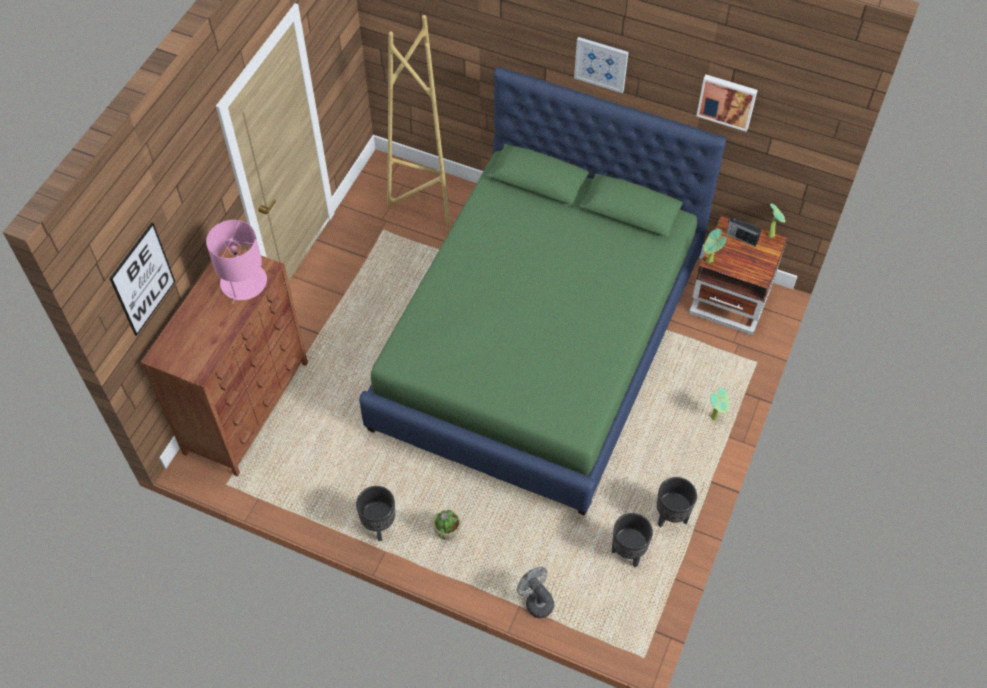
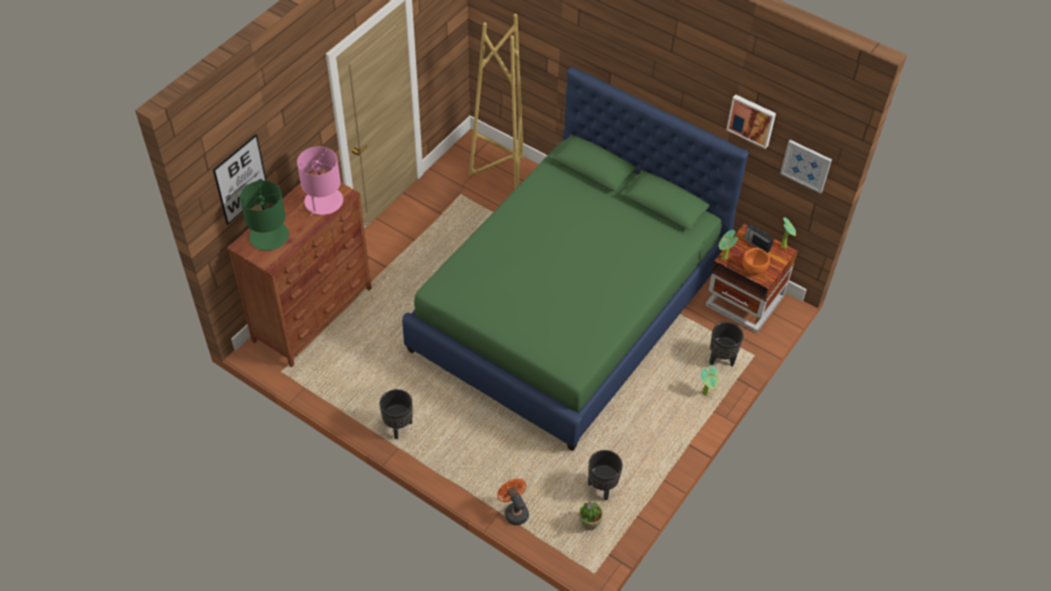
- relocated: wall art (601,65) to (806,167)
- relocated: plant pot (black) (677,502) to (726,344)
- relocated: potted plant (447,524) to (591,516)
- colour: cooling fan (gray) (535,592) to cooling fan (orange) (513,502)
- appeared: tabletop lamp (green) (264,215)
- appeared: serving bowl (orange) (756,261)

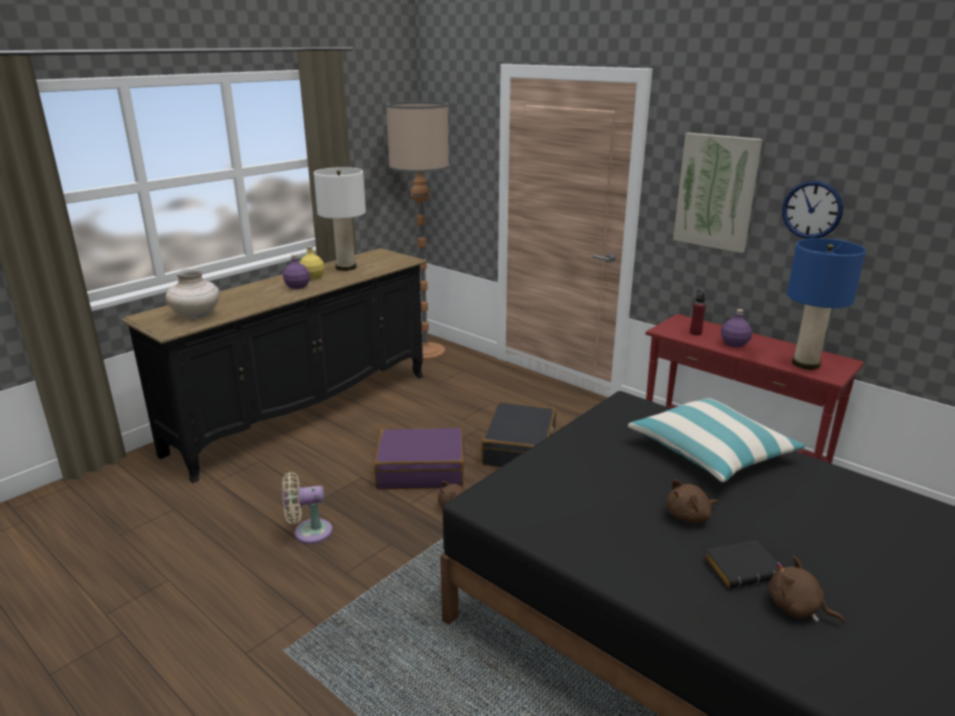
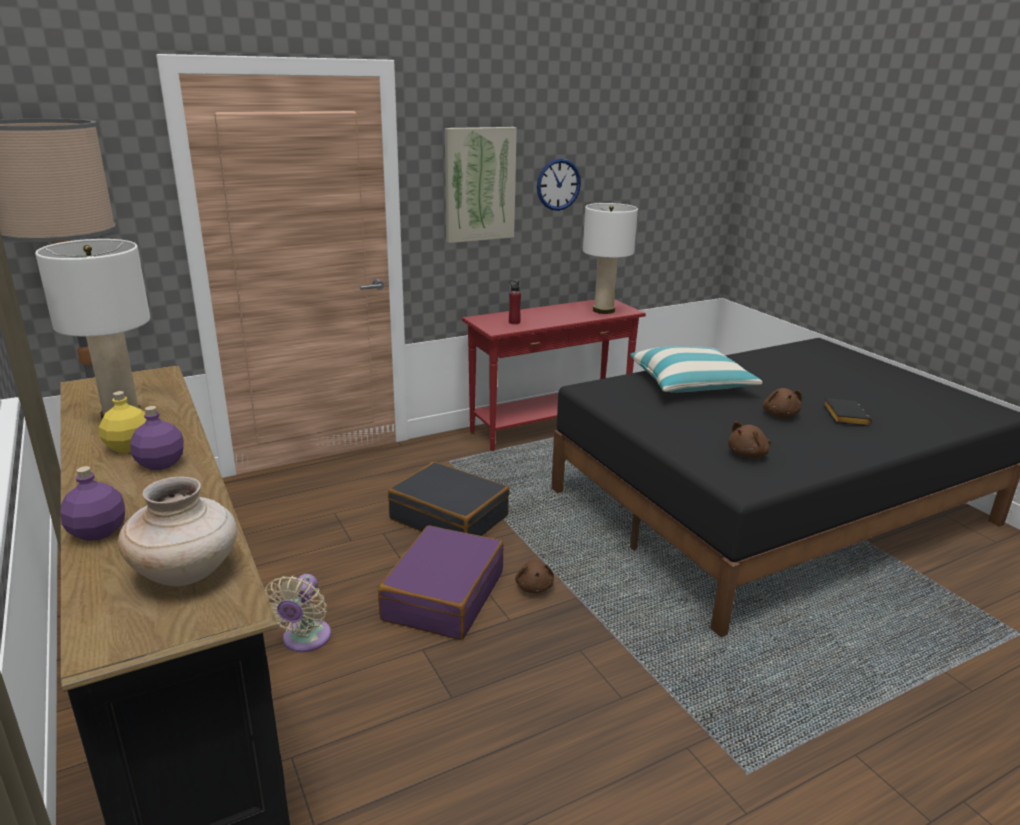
- colour: tabletop lamp (blue-coloured) (826,304) to tabletop lamp (whitish) (610,258)
- relocated: drink bottle (purple) (736,328) to (92,503)
- relocated: cooling fan (beige) (307,508) to (298,613)
- relocated: cuddly toy (brown) (807,590) to (749,439)

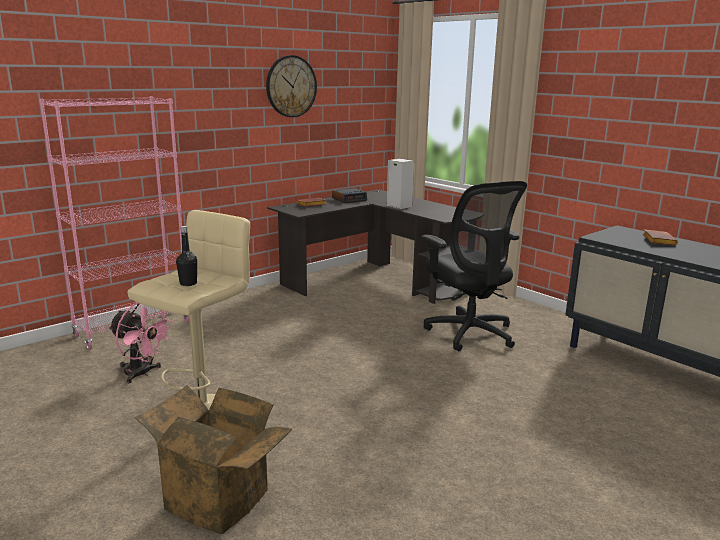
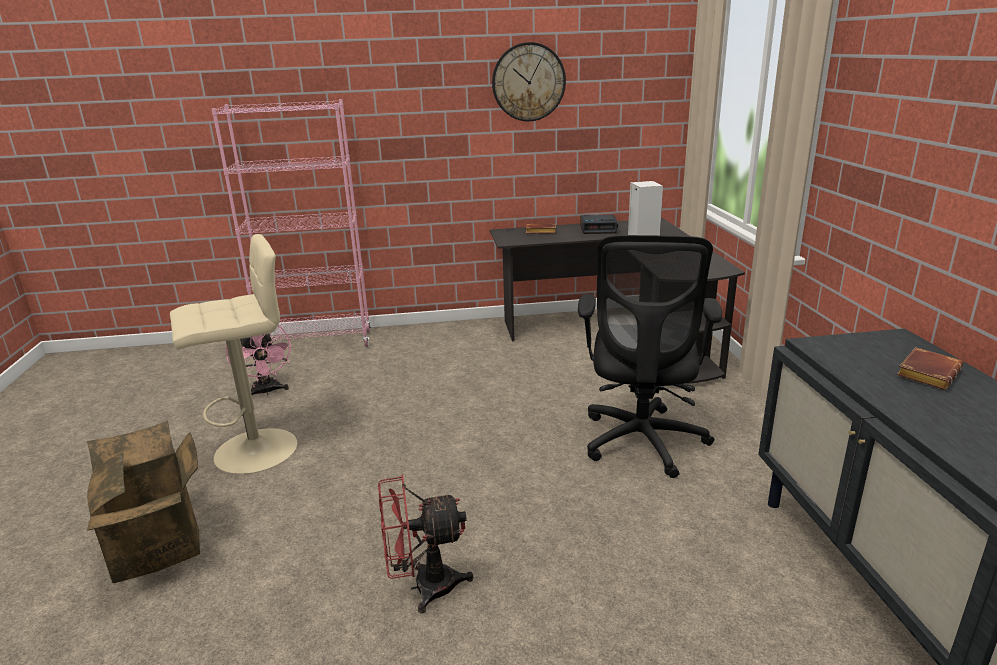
- missing: drink bottle (black) (186,256)
- appeared: cooling fan (reddish) (426,544)

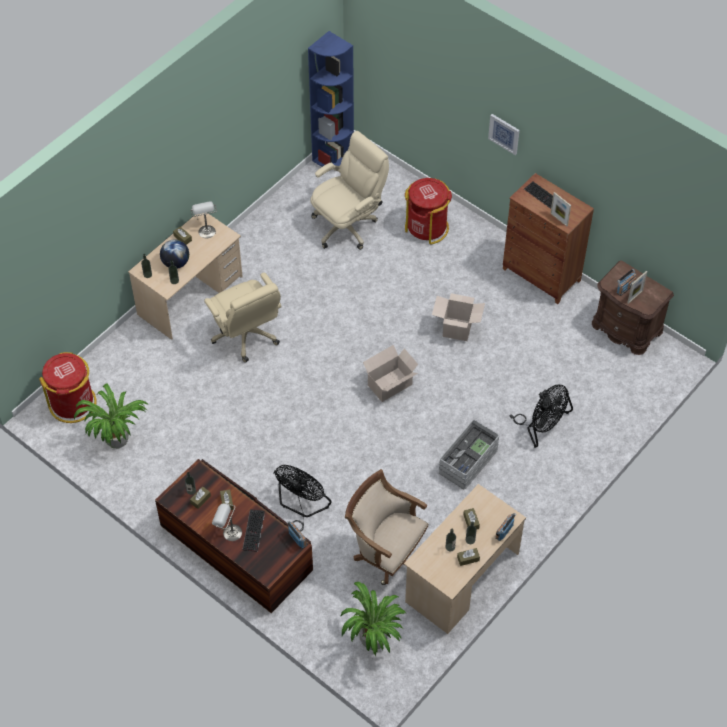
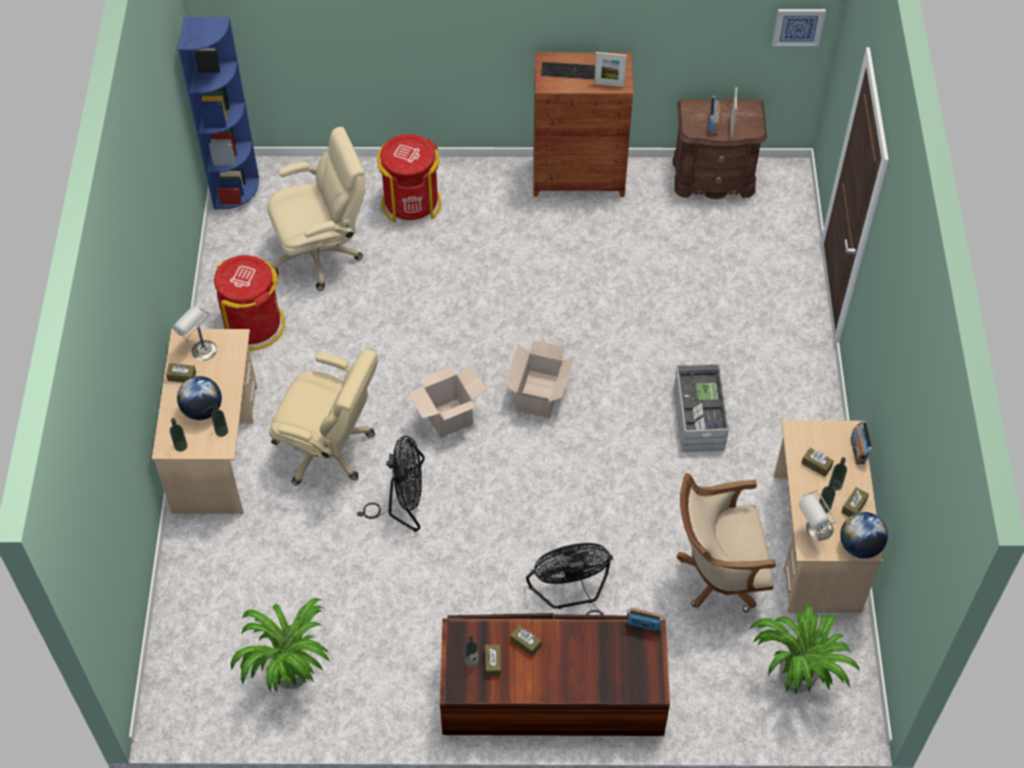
- relocated: wall art (504,134) to (799,28)
- spun: desk chair (beige) (349,190) = (316,209) 60 degrees clockwise
- relocated: cardboard box (458,317) to (447,401)
- relocated: rubbish bin (reddish) (68,387) to (249,302)
- relocated: cooling fan (black) (541,416) to (390,483)
- relocated: tabletop lamp (whitish) (227,522) to (817,515)
- missing: computer keyboard (253,530)
- appeared: world globe (864,535)

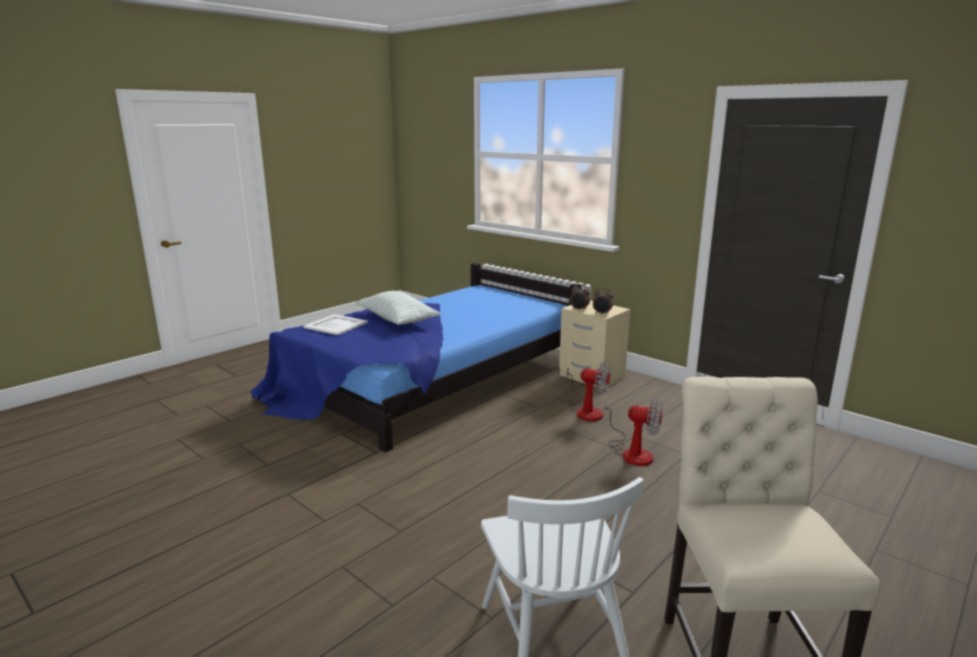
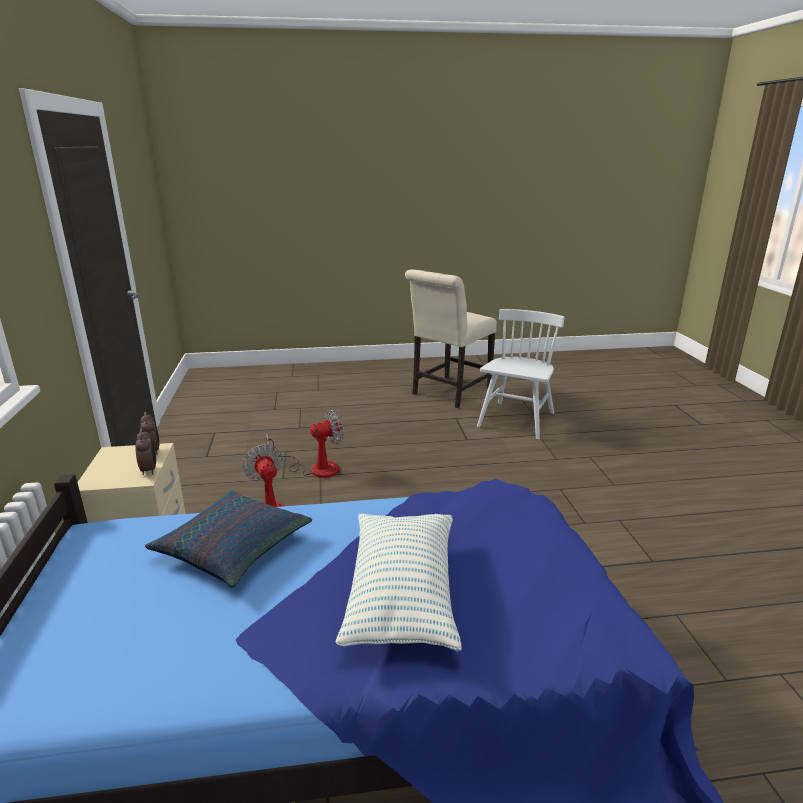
- missing: tray (whitish) (335,324)
- spun: cooling fan (633,432) = (305,444) 90 degrees clockwise
- appeared: cushion (blue-coloured) (228,539)

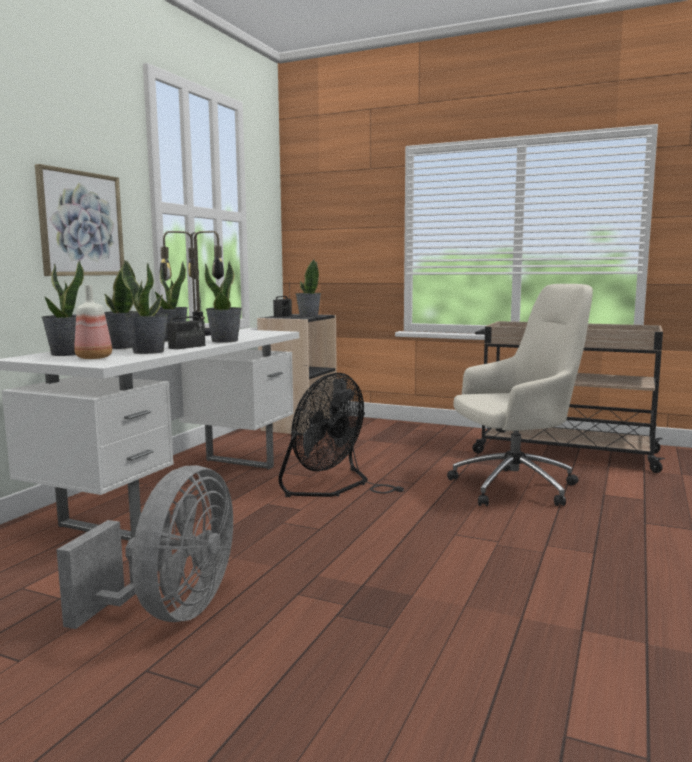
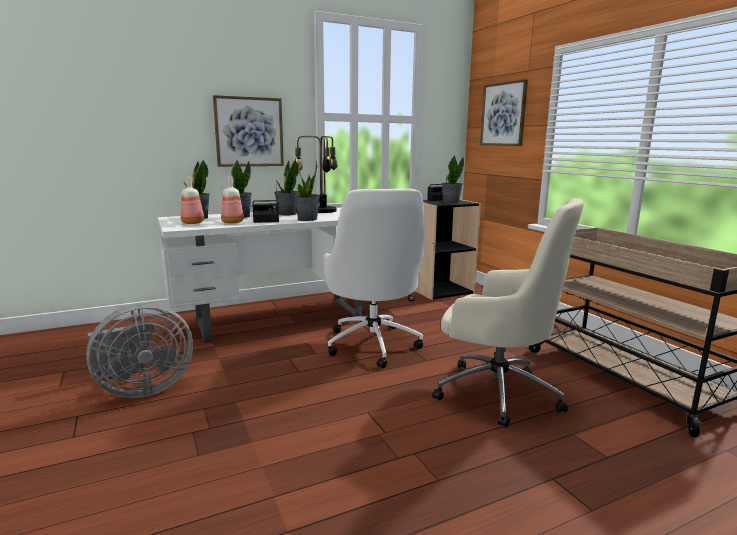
- exchanged: potted plant (144,307) to drink bottle (232,200)
- exchanged: cooling fan (black) (341,435) to desk chair (whitish) (374,278)
- appeared: wall art (504,112)

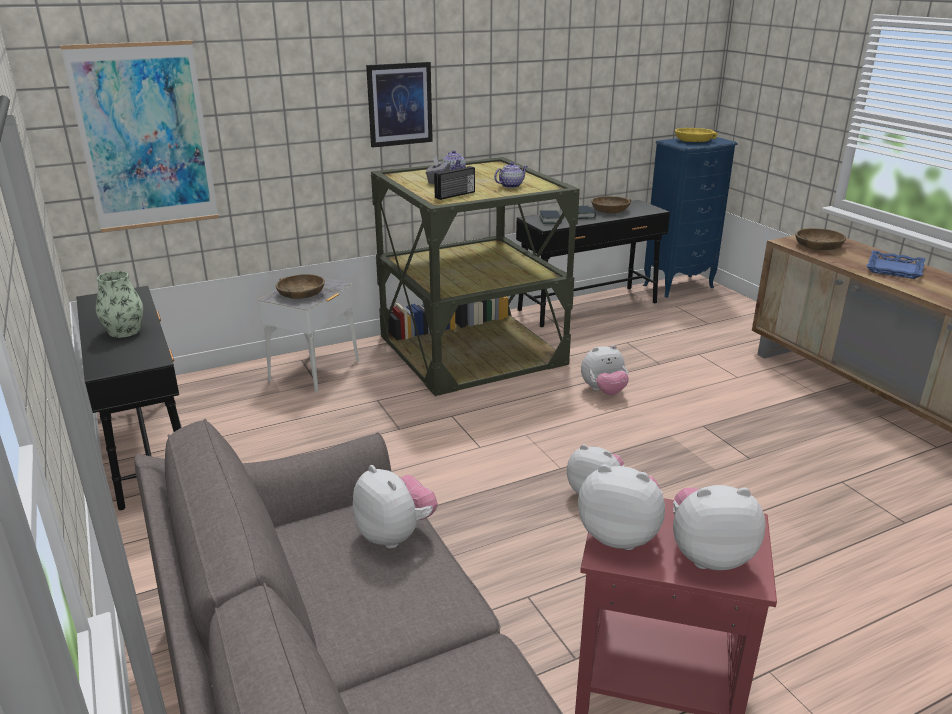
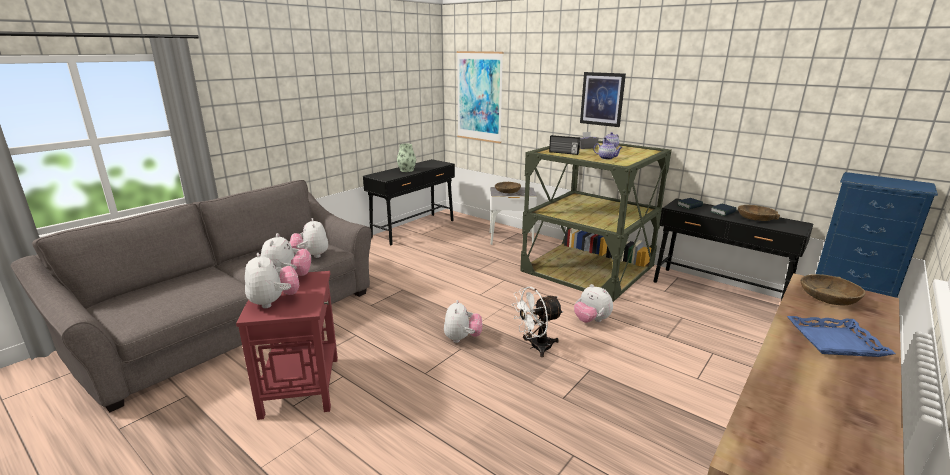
- missing: serving bowl (yellow) (696,135)
- spun: cuddly toy (395,507) = (309,238) 135 degrees clockwise
- appeared: cooling fan (whitish) (537,322)

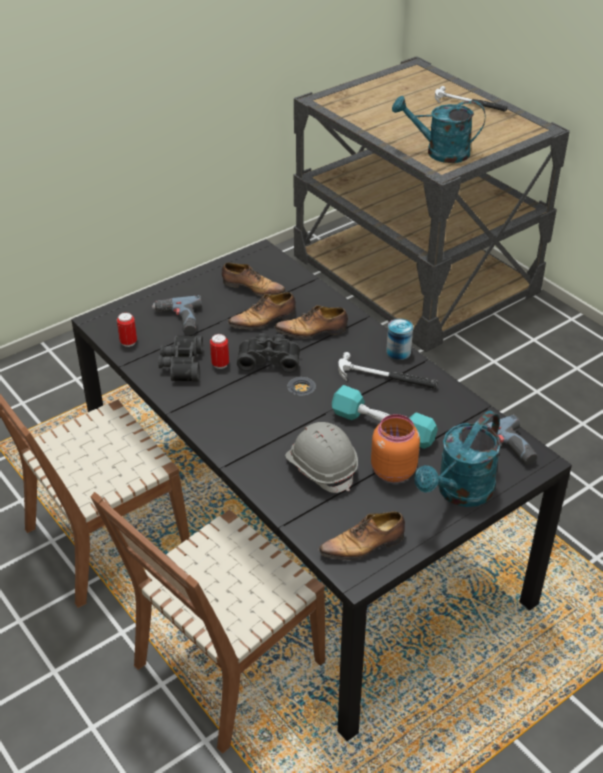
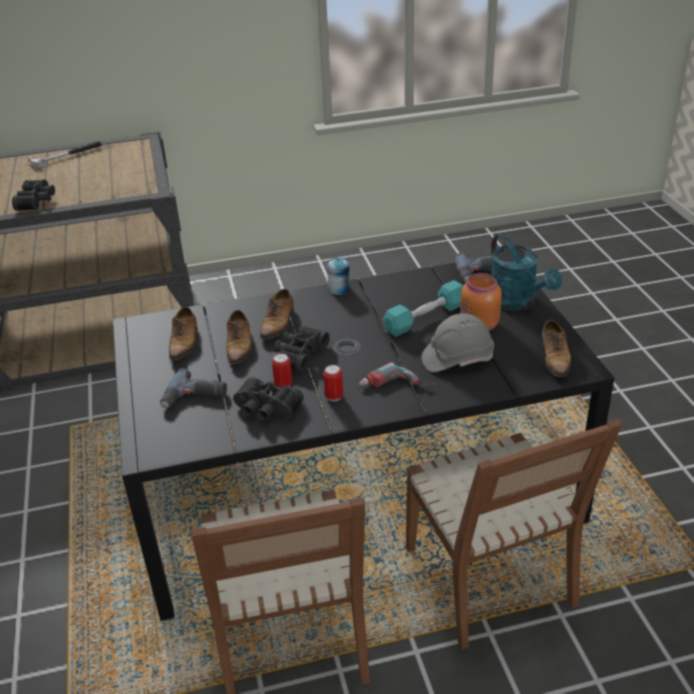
- missing: sprinkling can (turquoise-coloured) (438,129)
- spun: low shoe (254,279) = (183,333) 135 degrees clockwise
- relocated: sealed can (127,329) to (333,383)
- missing: hammer (388,370)
- appeared: binoculars (black) (33,195)
- appeared: power drill (397,374)

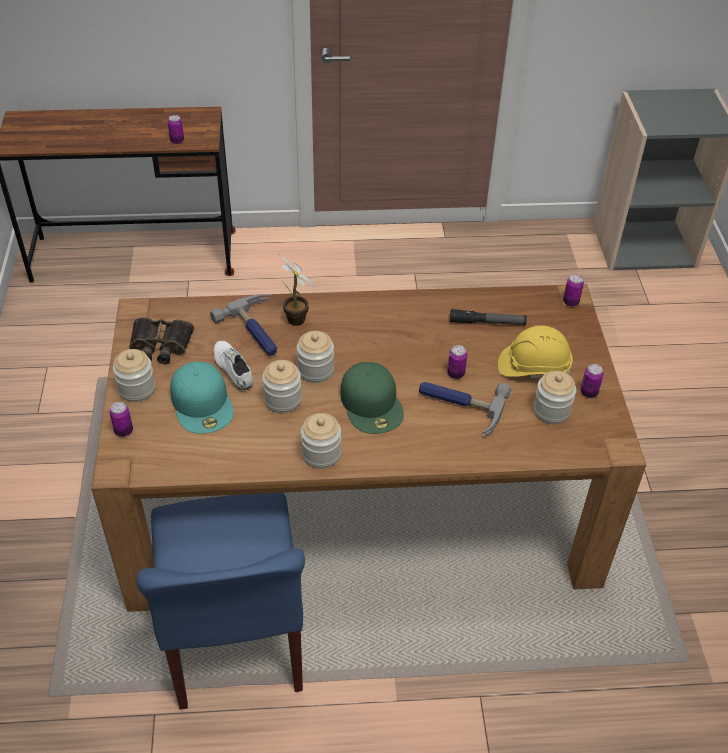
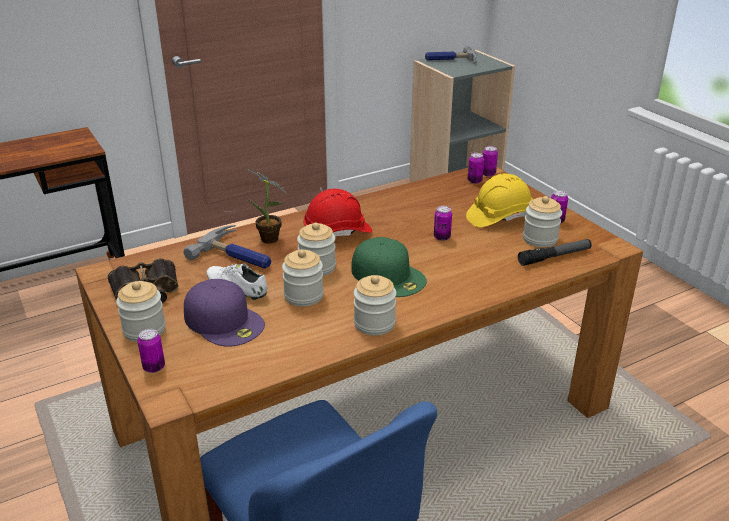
- relocated: sealed can (176,129) to (476,168)
- relocated: torch (488,317) to (555,252)
- colour: baseball cap (turquoise-coloured) (202,398) to baseball cap (purple) (224,313)
- relocated: hammer (465,409) to (450,55)
- appeared: hard hat (reddish) (337,213)

